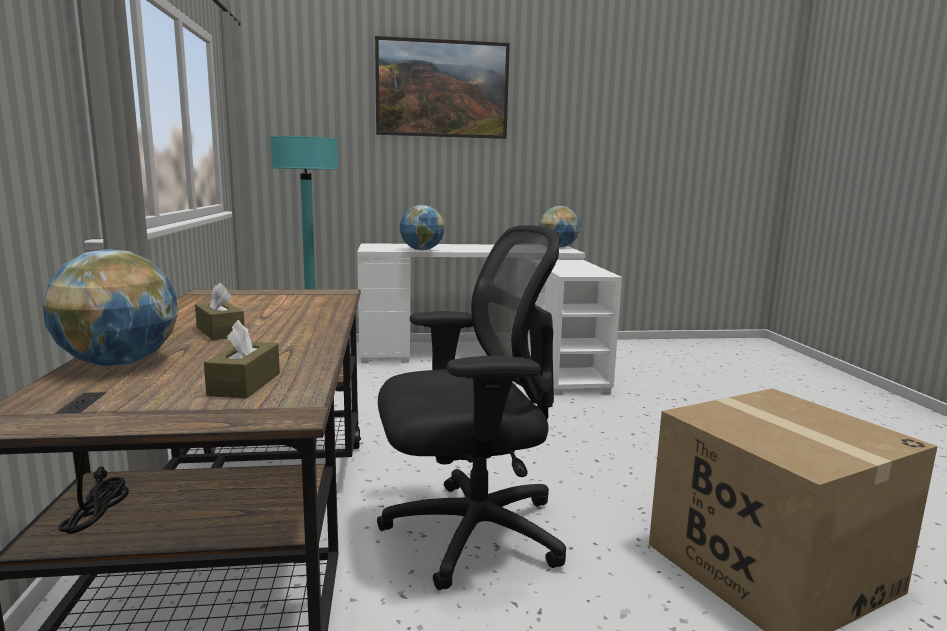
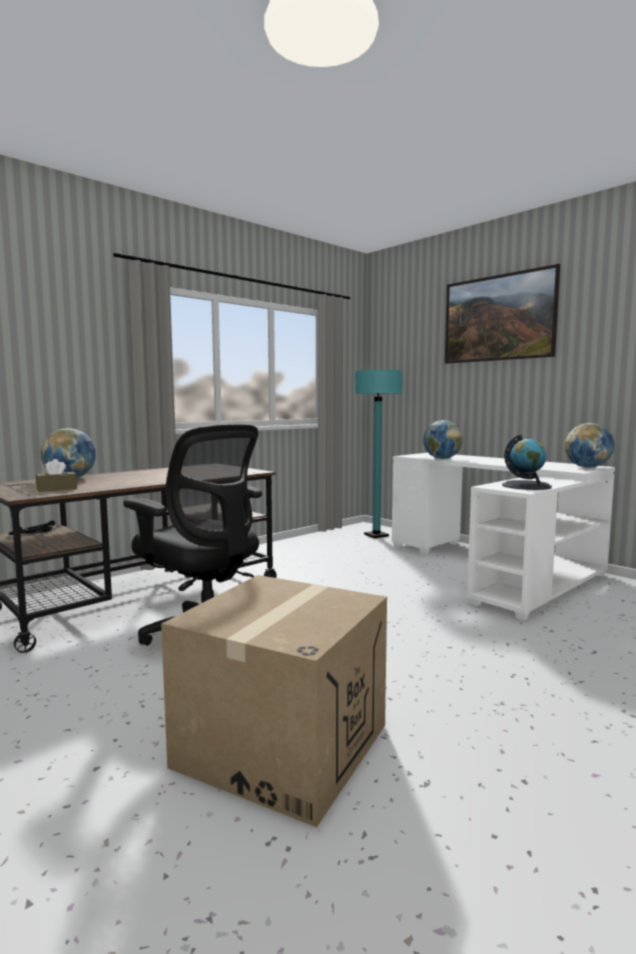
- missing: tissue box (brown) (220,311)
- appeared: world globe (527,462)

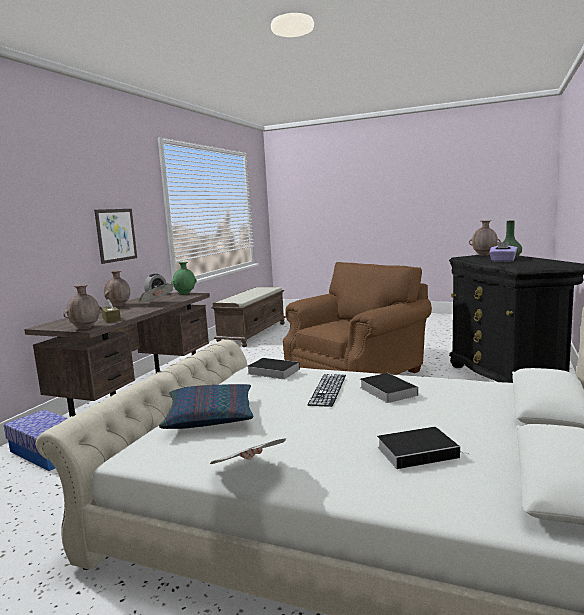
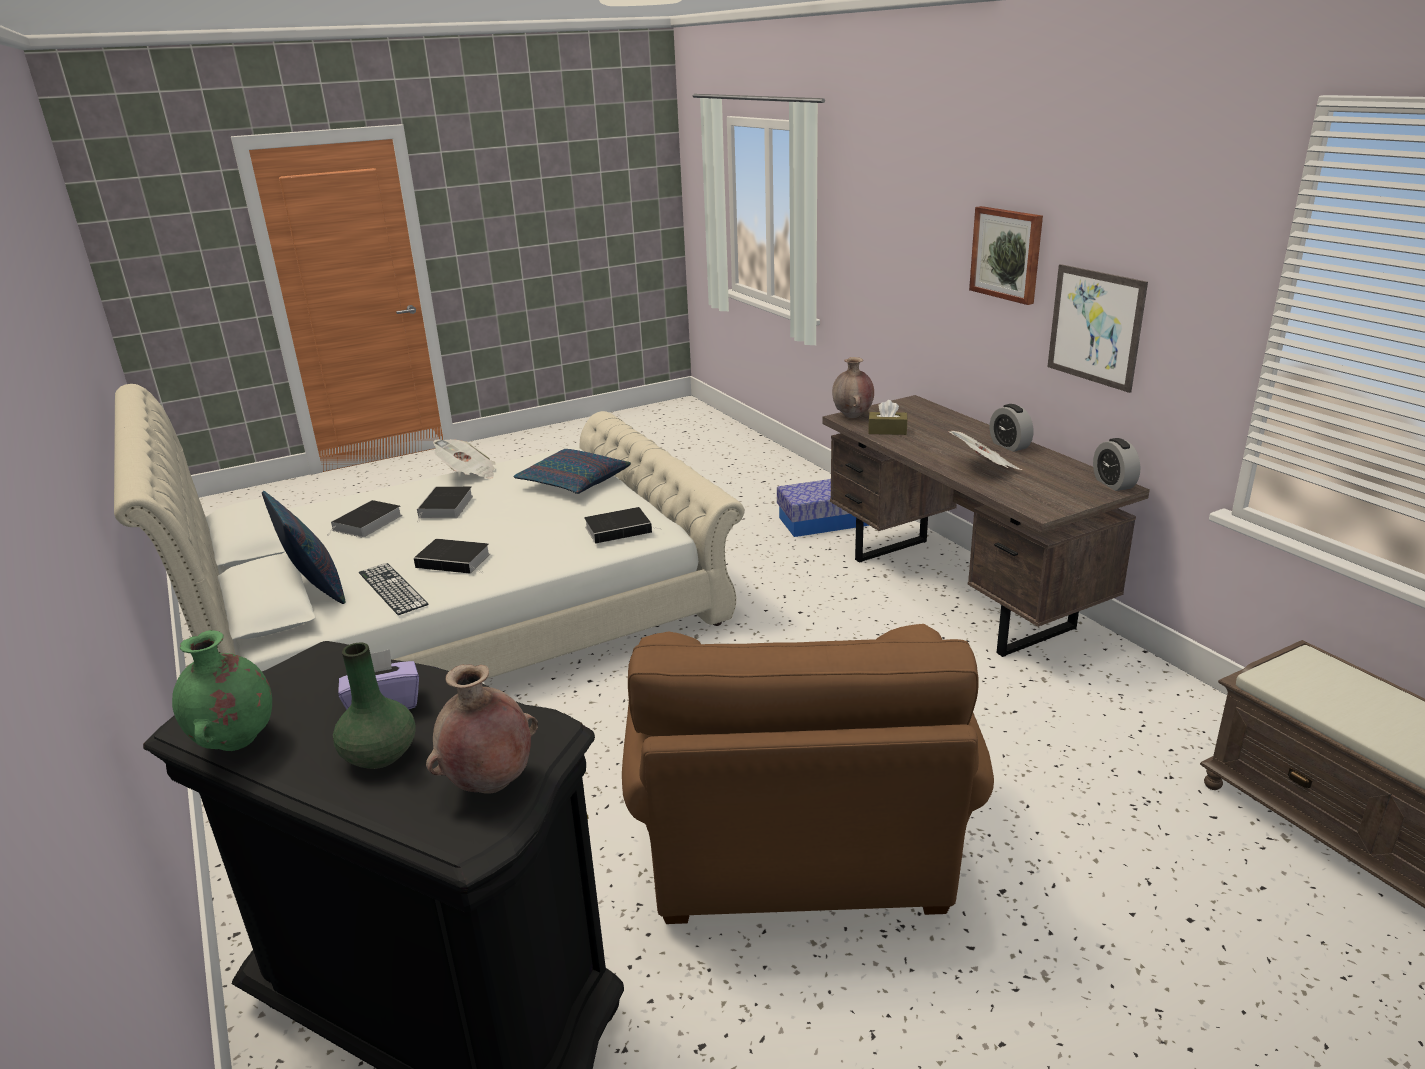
- relocated: vase (green) (184,278) to (222,690)
- exchanged: vase (brown) (117,289) to alarm clock (1012,428)
- relocated: computer keyboard (327,390) to (394,589)
- appeared: wall art (1006,255)
- appeared: book (445,505)
- appeared: cushion (blue-coloured) (303,547)

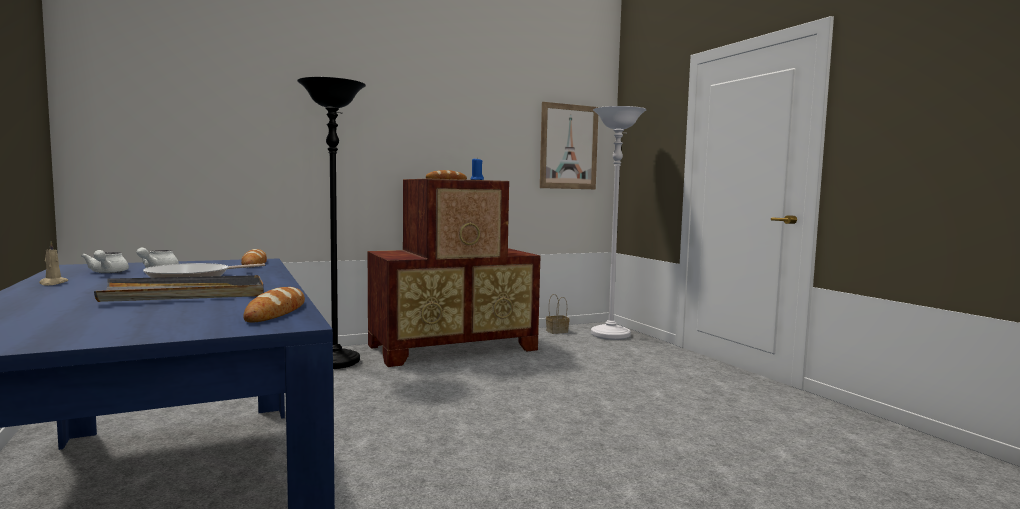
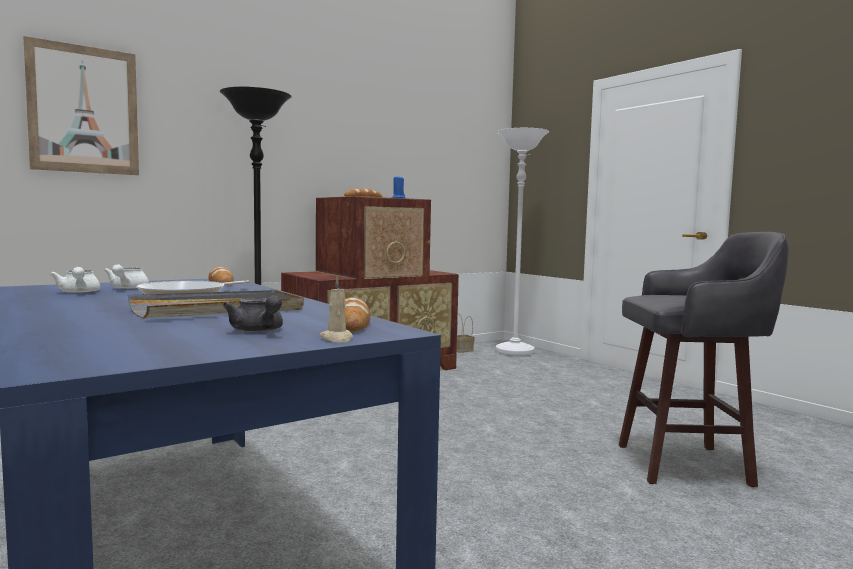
- relocated: wall art (569,145) to (81,105)
- relocated: wax candle (beige) (53,263) to (336,309)
- appeared: sitting stool (gray) (704,359)
- appeared: teapot (gray) (253,313)

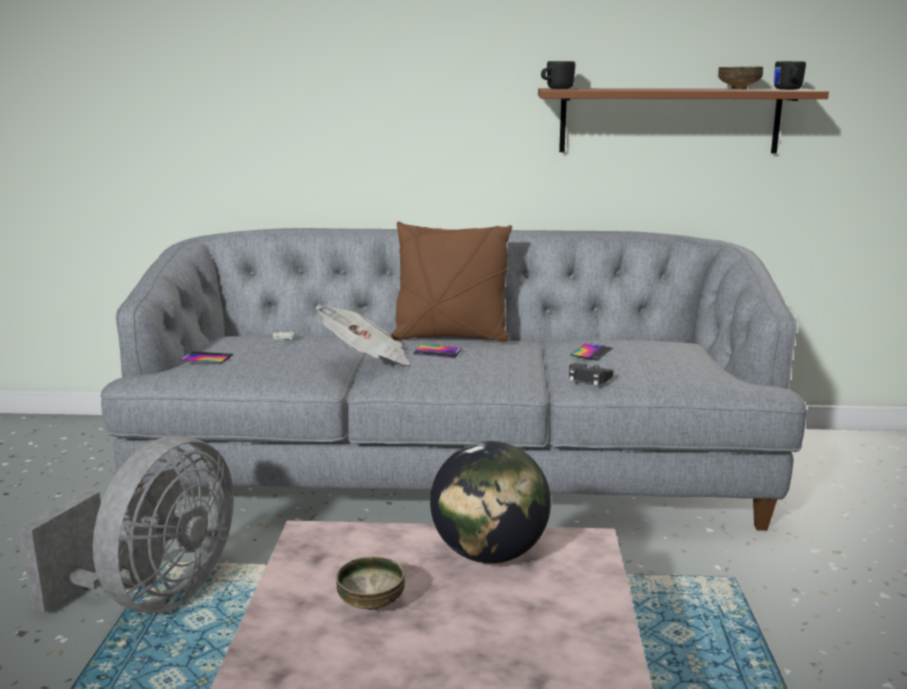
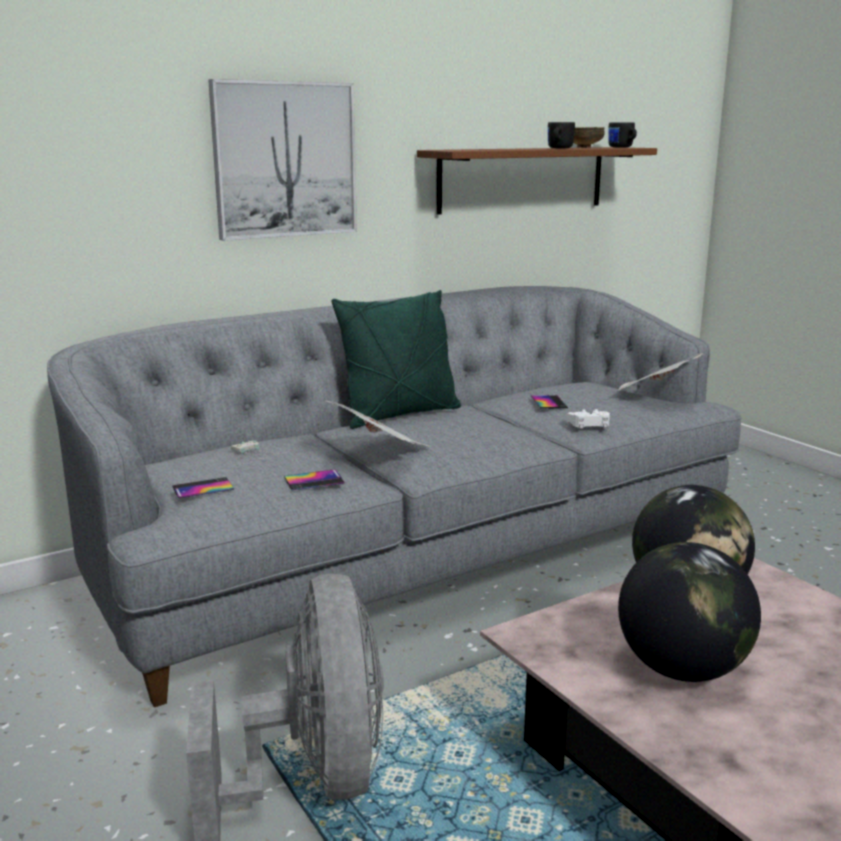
- relocated: tea mug (black) (558,75) to (561,135)
- colour: cushion (brown) (451,281) to cushion (green) (396,359)
- relocated: telephone (437,351) to (314,479)
- colour: game controller (black) (591,373) to game controller (whitish) (588,419)
- exchanged: serving bowl (370,583) to world globe (689,612)
- appeared: wall art (282,160)
- appeared: printed paper (660,372)

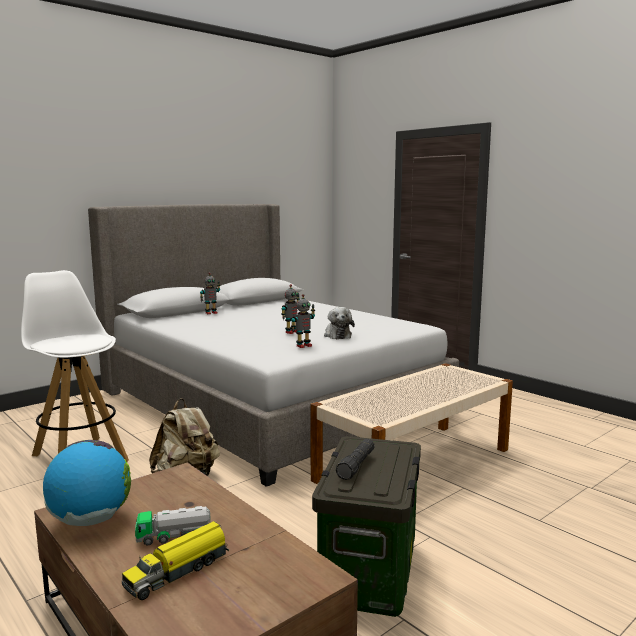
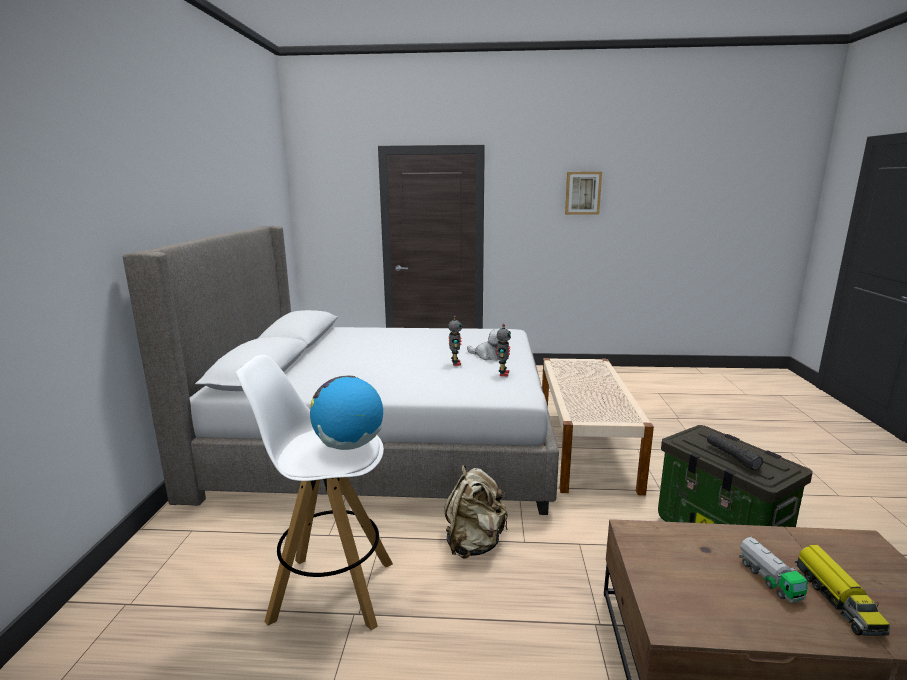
- missing: model robot (210,293)
- relocated: world globe (87,483) to (346,412)
- spun: toy truck (173,525) = (773,569) 45 degrees counterclockwise
- appeared: wall art (583,193)

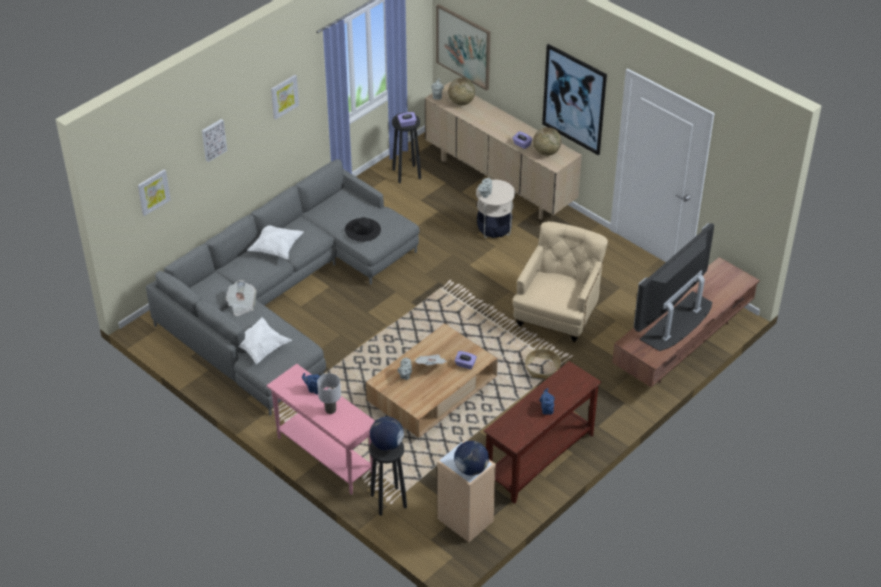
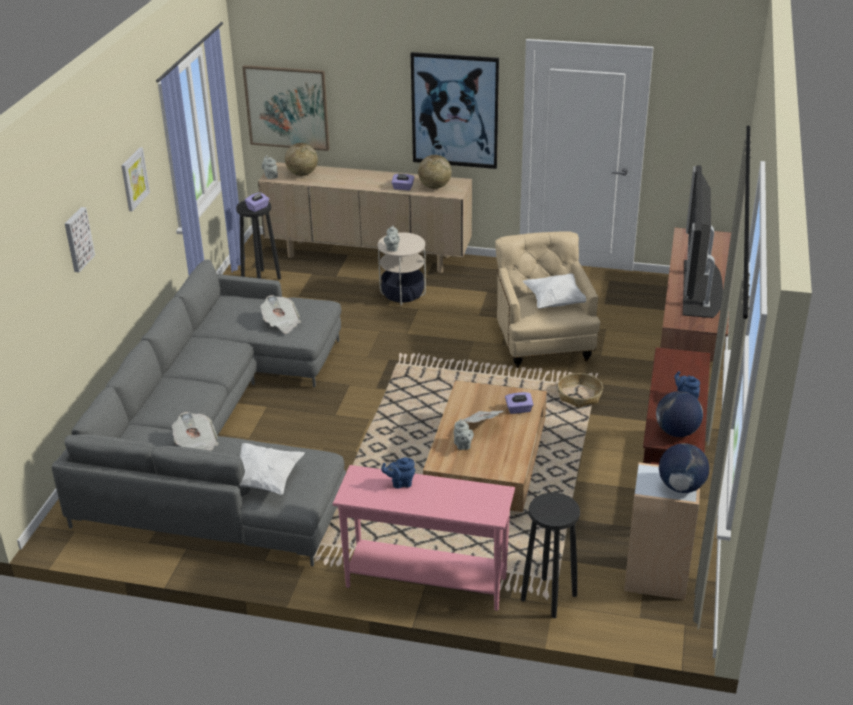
- missing: wall art (154,192)
- exchanged: clothing hat (black) (363,229) to printed paper (280,314)
- relocated: cushion (whitish) (276,242) to (554,291)
- missing: tabletop lamp (whitish) (329,393)
- relocated: world globe (387,434) to (679,414)

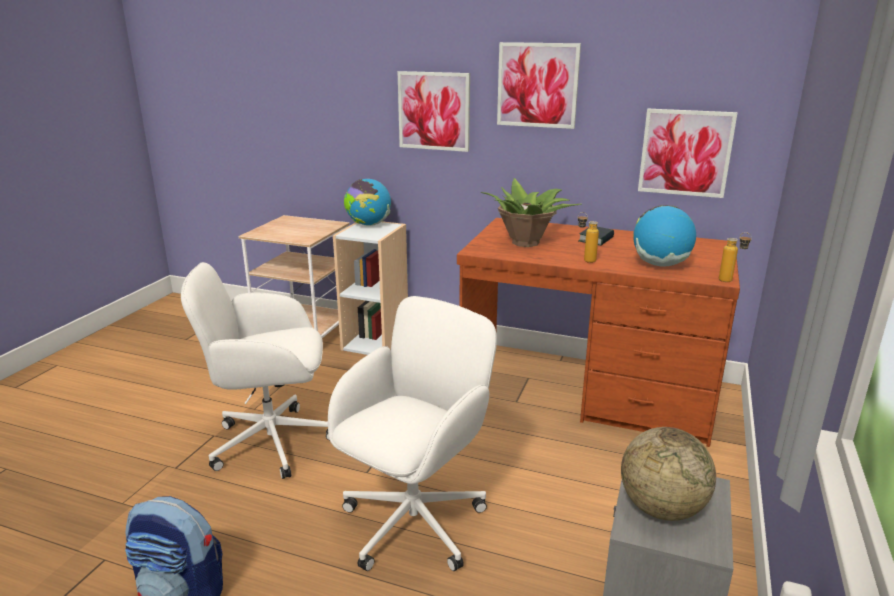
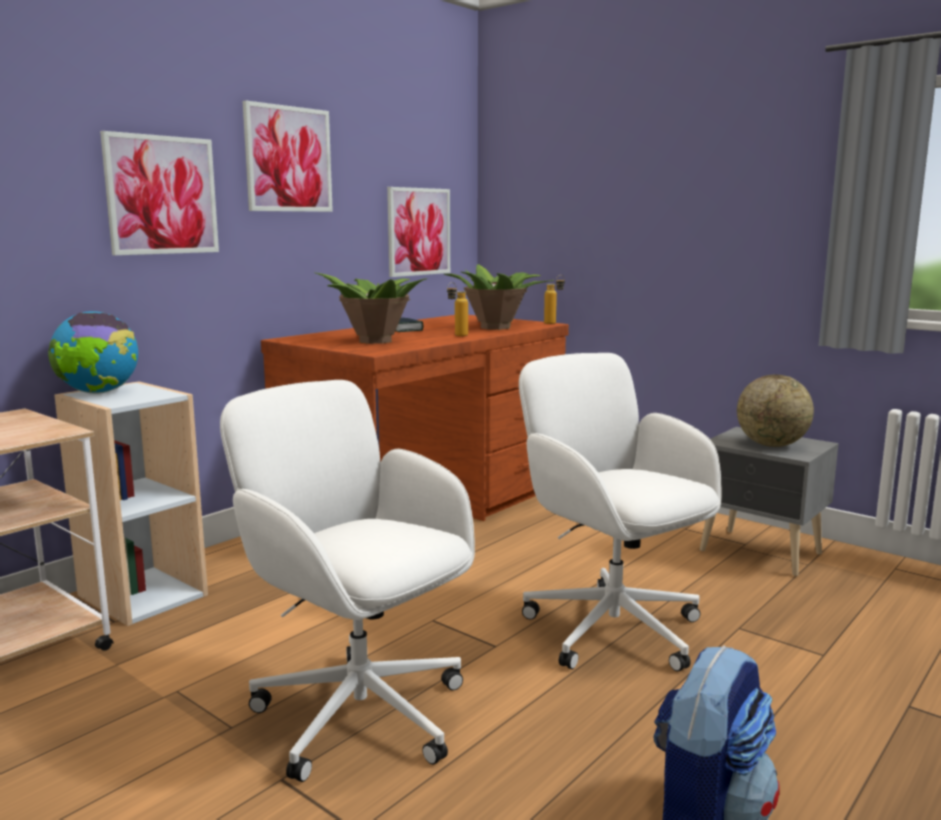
- exchanged: world globe (664,235) to potted plant (499,297)
- spun: desk chair (whitish) (255,370) = (347,581) 120 degrees clockwise

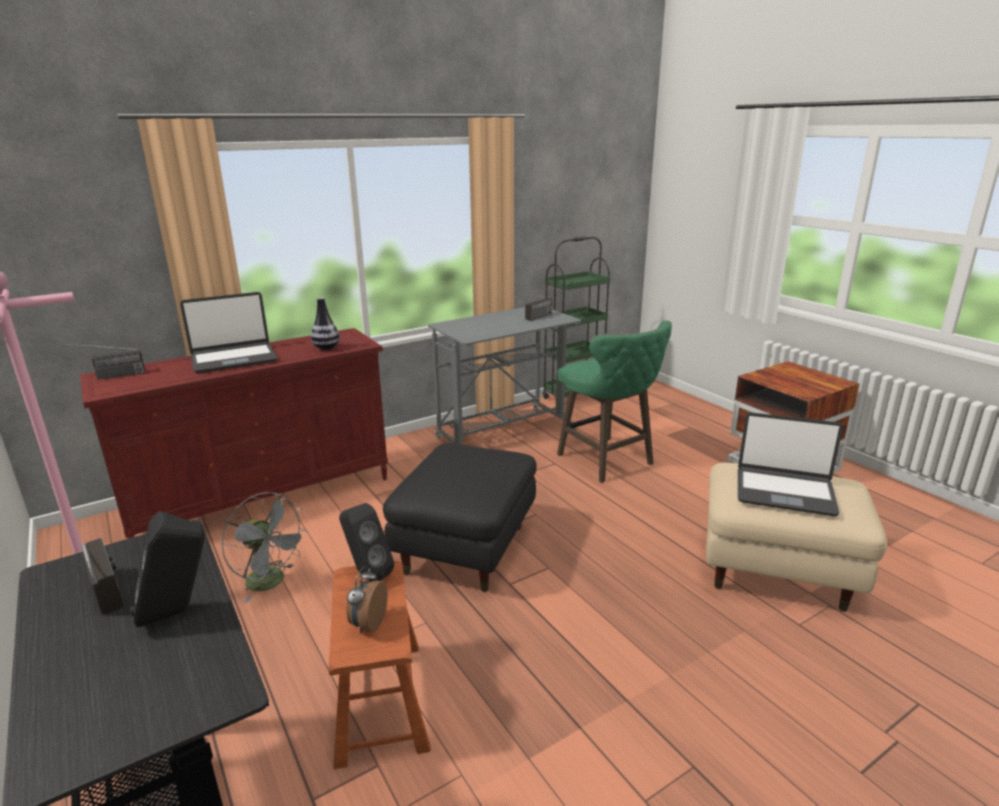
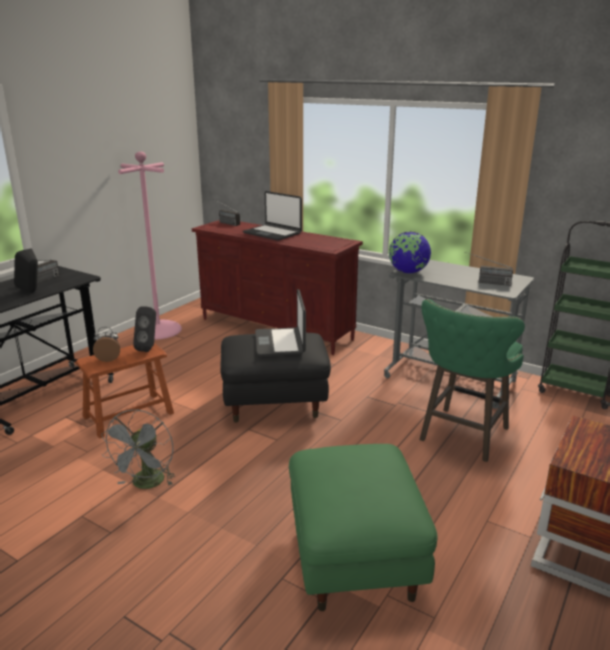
- missing: vase (325,323)
- relocated: portable computer (790,464) to (280,322)
- colour: pouffe (beige) (796,537) to pouffe (green) (363,527)
- relocated: cooling fan (gray) (264,547) to (138,449)
- appeared: world globe (410,252)

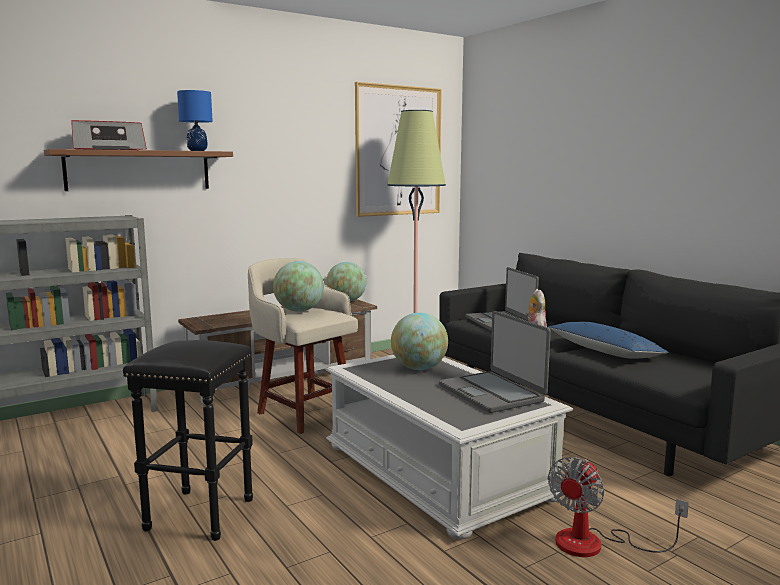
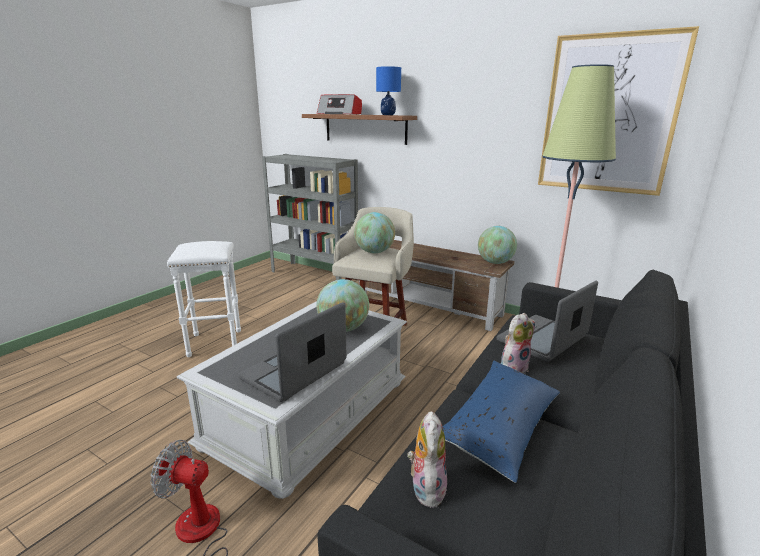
- colour: sitting stool (black) (188,440) to sitting stool (whitish) (204,299)
- appeared: cuddly toy (427,459)

